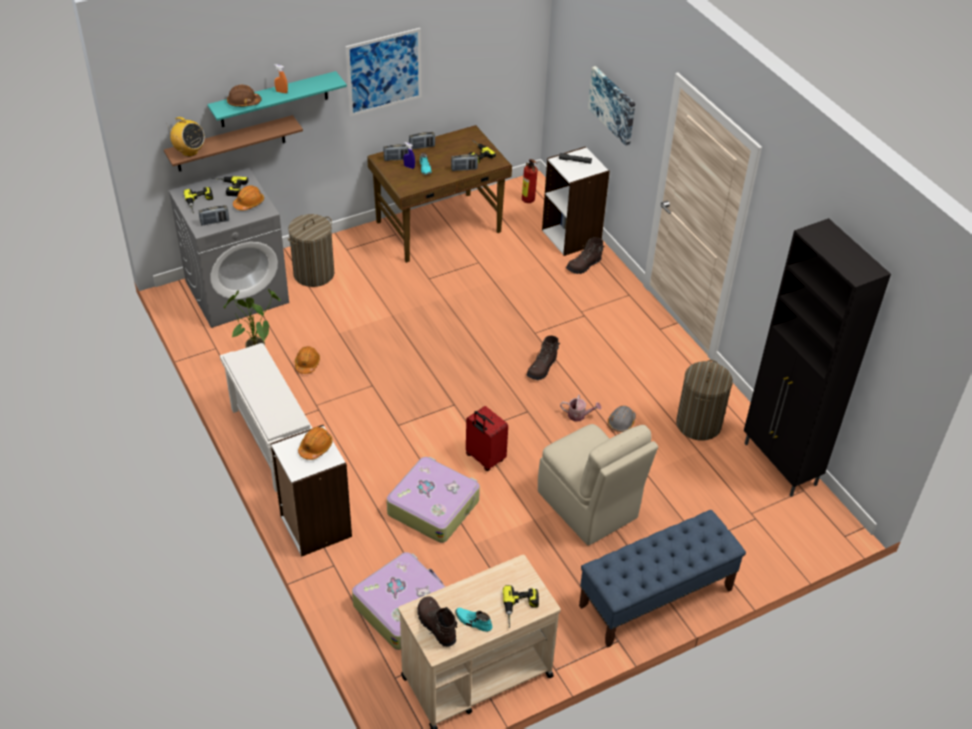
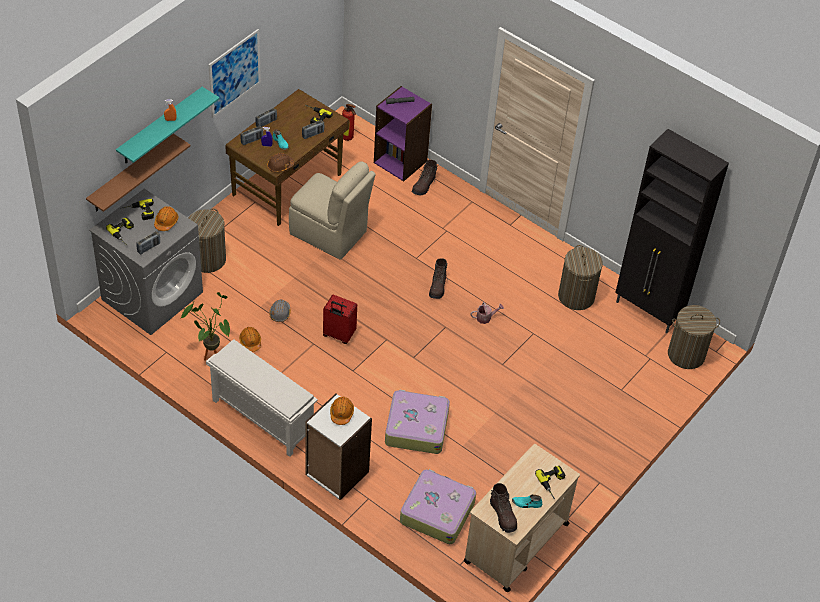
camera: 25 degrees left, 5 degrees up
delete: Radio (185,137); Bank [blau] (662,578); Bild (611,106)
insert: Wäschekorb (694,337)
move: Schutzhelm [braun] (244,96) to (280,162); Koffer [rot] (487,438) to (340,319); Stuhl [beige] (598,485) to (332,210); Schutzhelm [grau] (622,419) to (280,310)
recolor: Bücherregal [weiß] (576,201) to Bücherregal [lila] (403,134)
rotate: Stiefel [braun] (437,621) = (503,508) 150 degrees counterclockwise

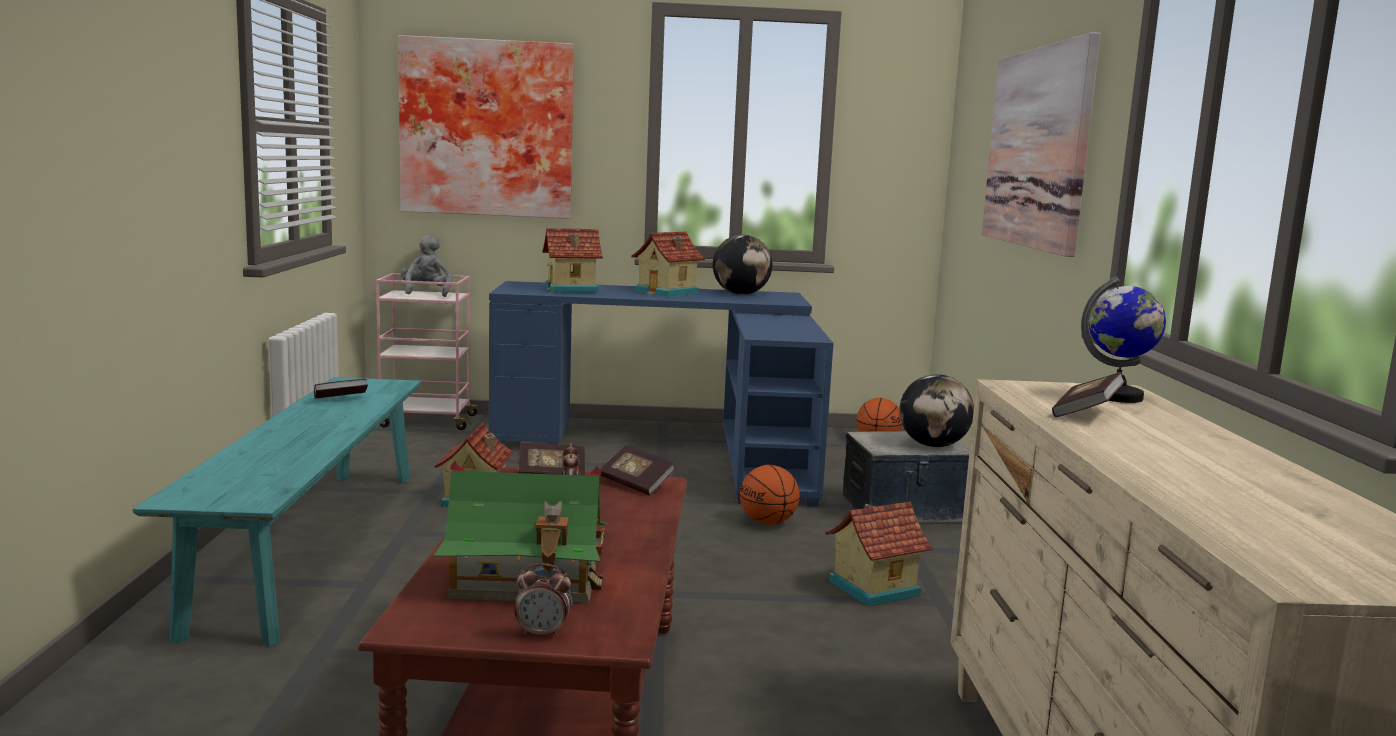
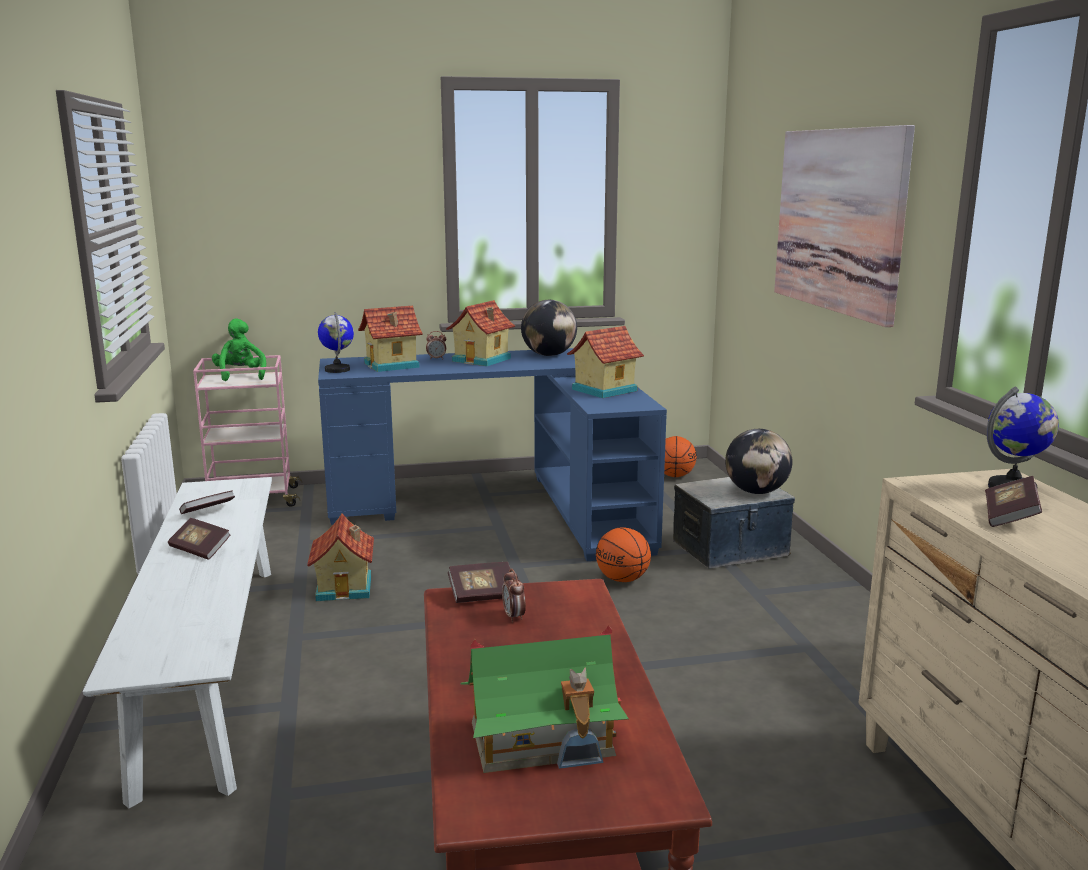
camera: 10 degrees left, 5 degrees up
delete: Bild (486,127)
insert: Globus (336,342)
move: Wecker (543,600) to (436,345); Buch (637,470) to (199,539); Spielzeughaus (879,553) to (605,362)
recolor: Bank [türkis] (277,512) to Bank [weiß] (177,642); Plüschtier [grau] (426,266) to Plüschtier [grün] (239,349)

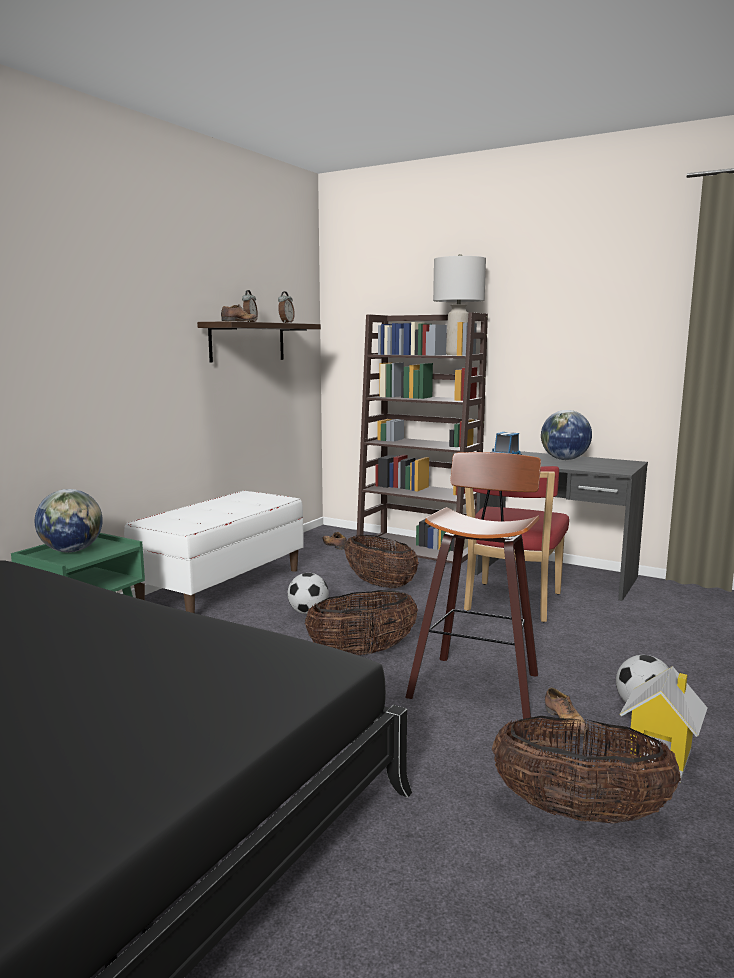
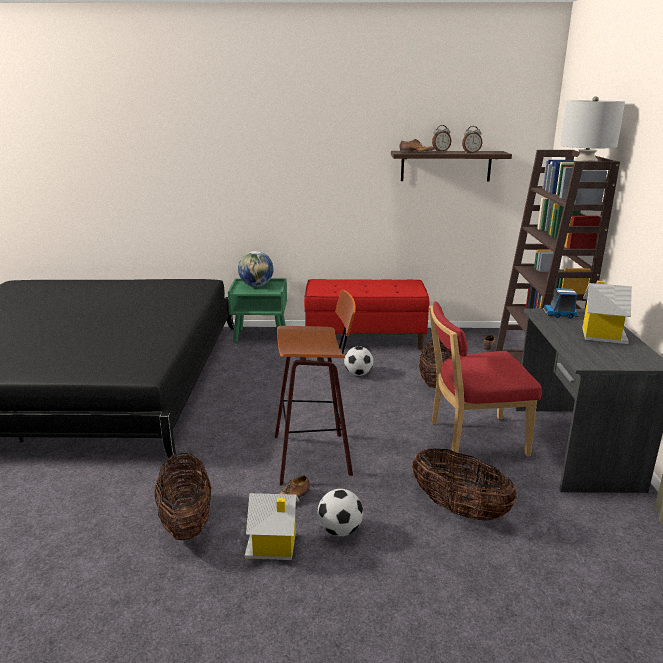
camera: 60 degrees right, 10 degrees up
move: Korb (361,622) to (464,484)
replace: Globus (566,435) to Spielzeughaus (607,312)
recolor: Bank [weiß] (214,552) to Bank [rot] (367,314)

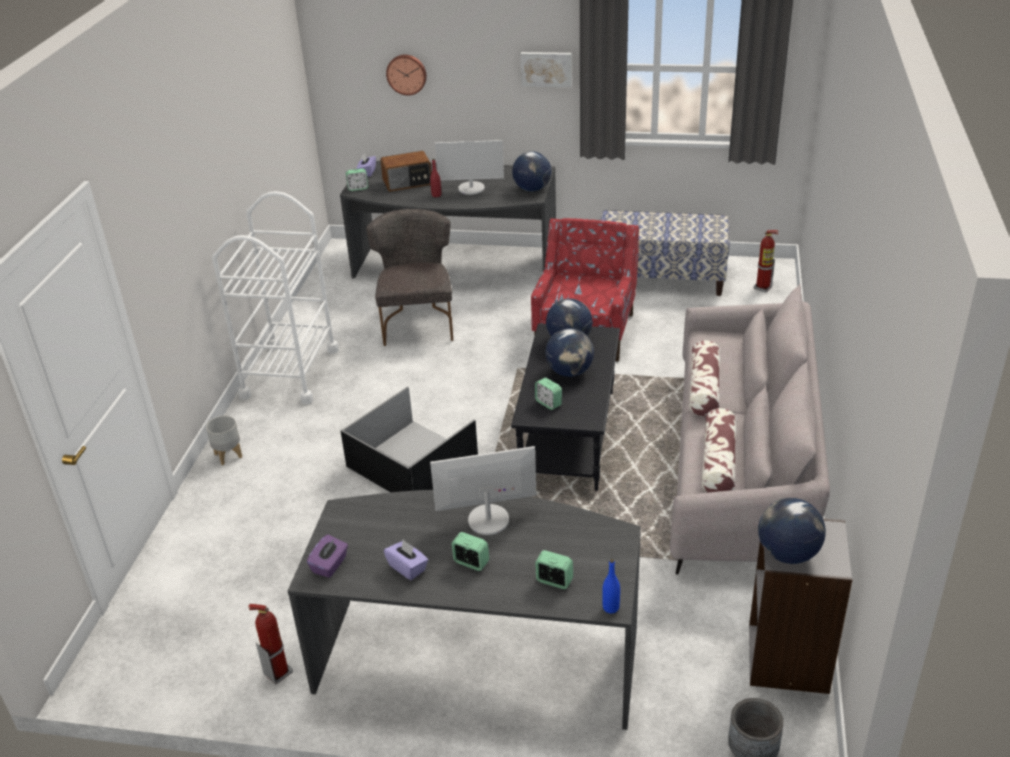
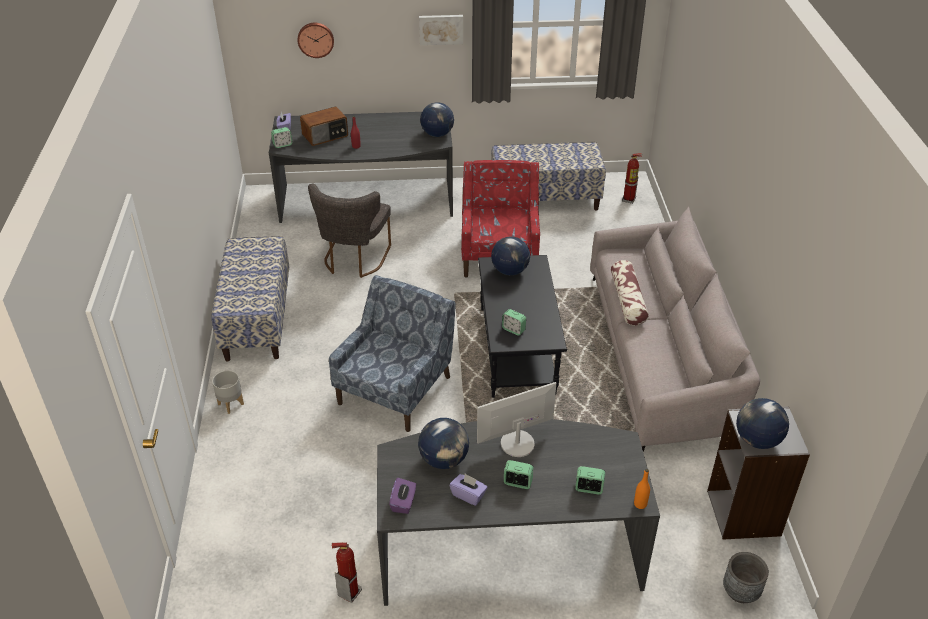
camera: 15 degrees left, 5 degrees up
delete: Monitor (469,167); Kissen (719,450)
move: Globus (569,352) to (443,443)
replace: Rollwagen [weiß] (275,297) to Bank (250,298); Aufbewahrungsbox [schwarz] (409,440) to Sessel [blau] (392,353)
recolor: Flasche [blau] (611,586) to Flasche [orange] (642,489)
rotate: Stuhl [grau] (409,277) = (349,231) 150 degrees counterclockwise

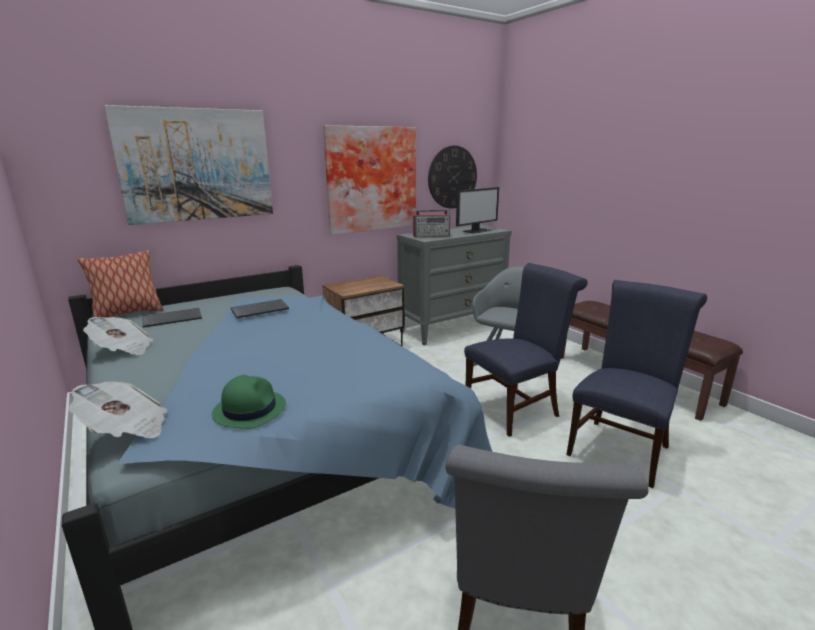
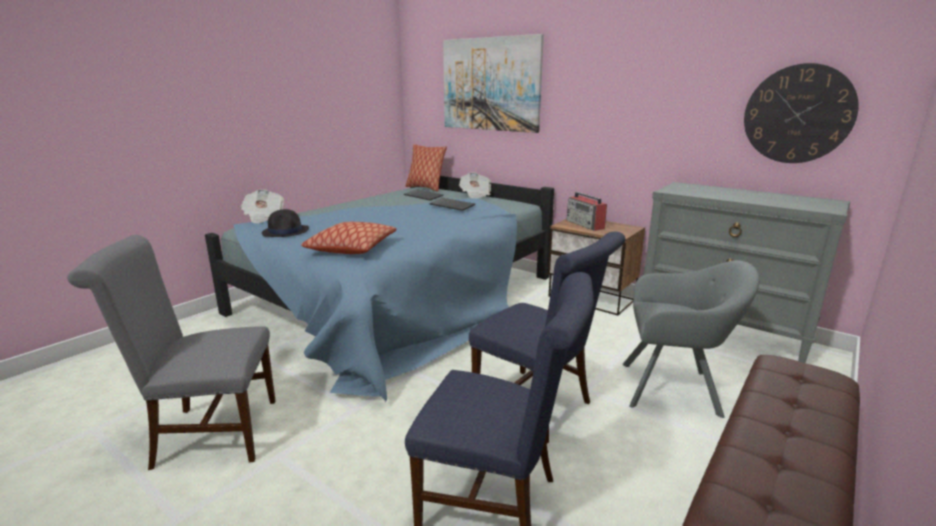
camera: 70 degrees right, 0 degrees up
delete: Bild (369,180); Monitor (477,210)
insert: Kissen (349,238)
move: Zeitung (118,336) to (475,185); Radio (431,223) to (587,211)
recolor: Hut [grün] (249,402) to Hut [schwarz] (285,223)

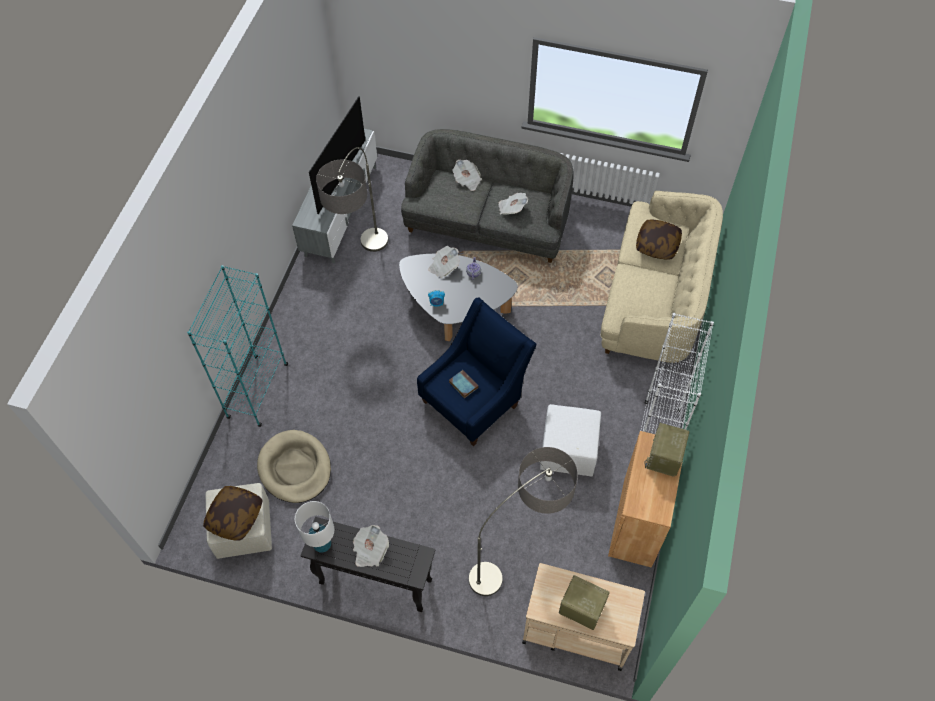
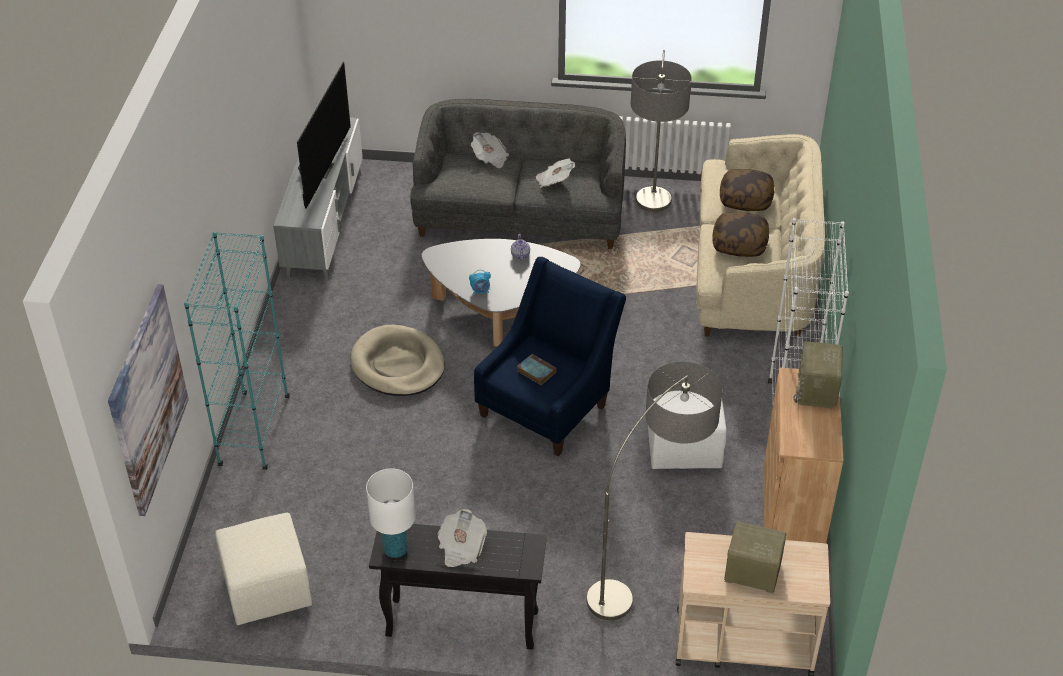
camera: 10 degrees left, 15 degrees down
delete: Zeitung (444,262)
insert: Bild (148,400)
move: Kissen (233,513) to (740,234); Hundebett [beige] (294,466) to (397,360); Stehlampe (352,199) to (661,131)

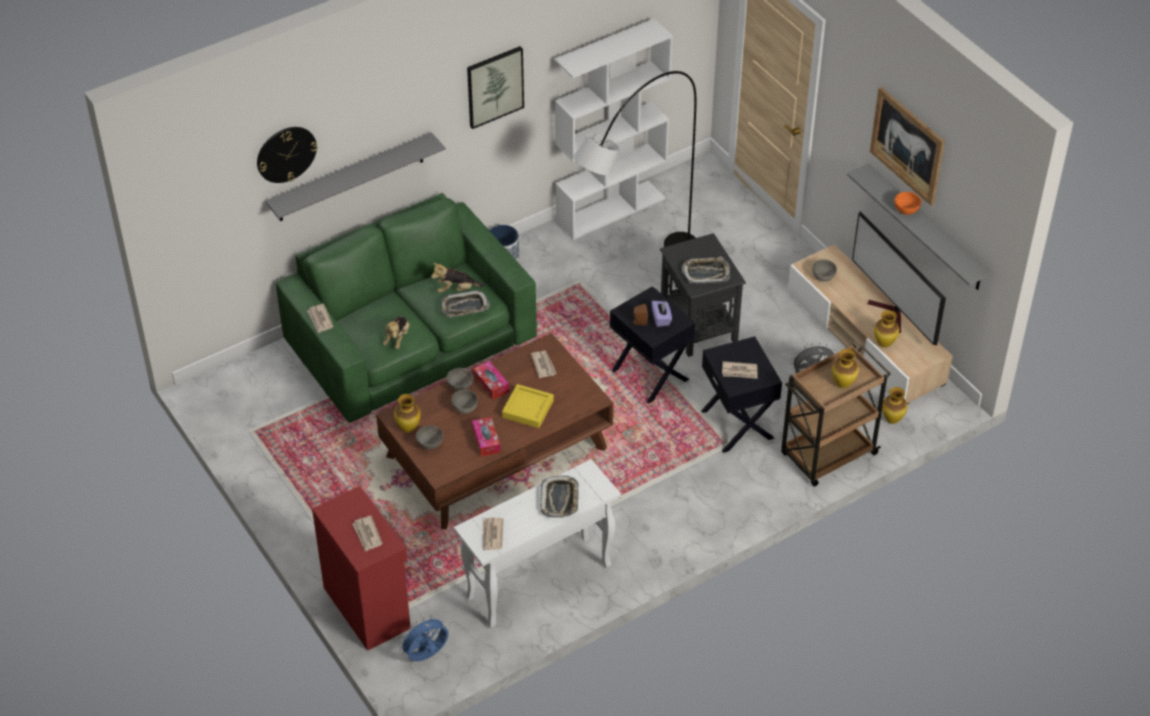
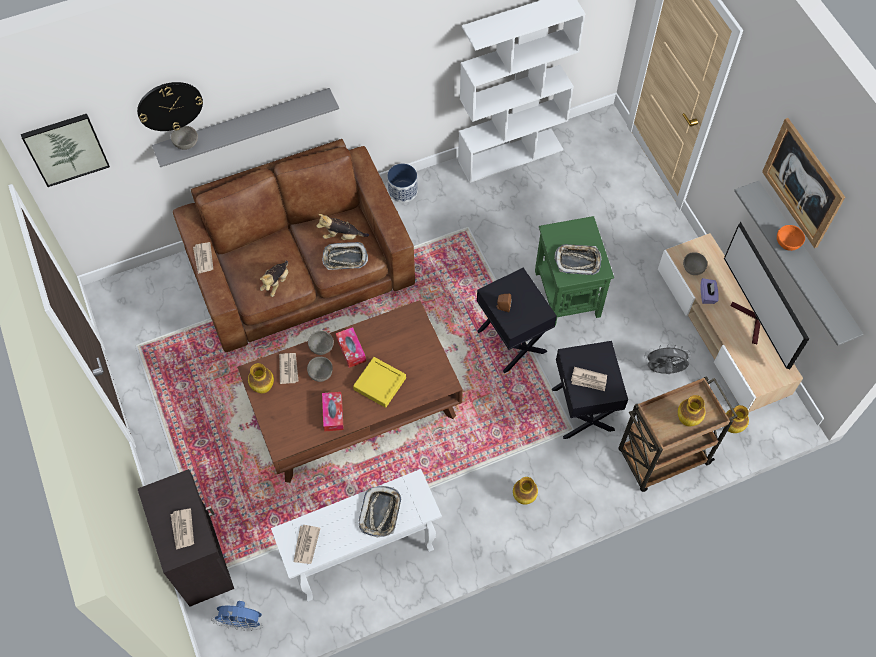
camera: 10 degrees right, 15 degrees up
delete: Stehlampe [grau] (634,159)
move: Schüssel [grau] (429,437) to (184,138); Bild (495,87) to (65,150); Zeitung (544,364) to (289,368); Taschentuchbox [lila] (661,314) to (710,291); Vase (886,329) to (525,490)
recolor: Sofa [grün] (406,308) to Sofa [braun] (294,245); Schrank [rot] (361,568) to Schrank [schwarz] (186,537); Beistelltisch [schwarz] (703,295) to Beistelltisch [grün] (574,271)
rotate: Ventilator [blau] (424,639) = (237,616) 150 degrees counterclockwise

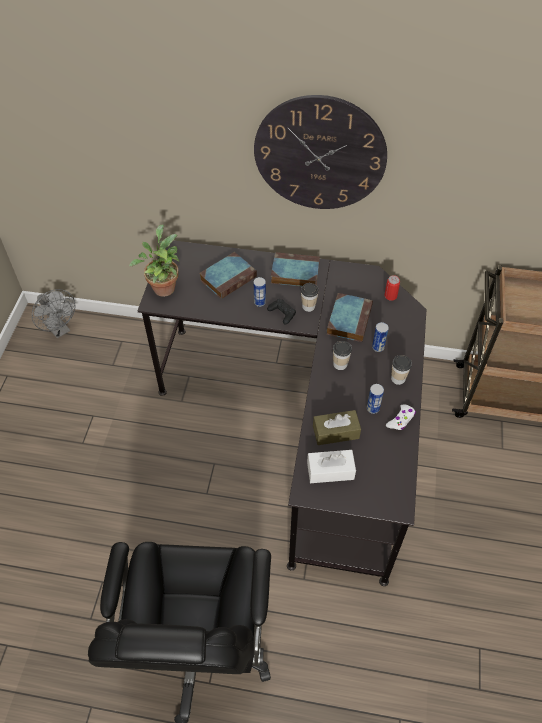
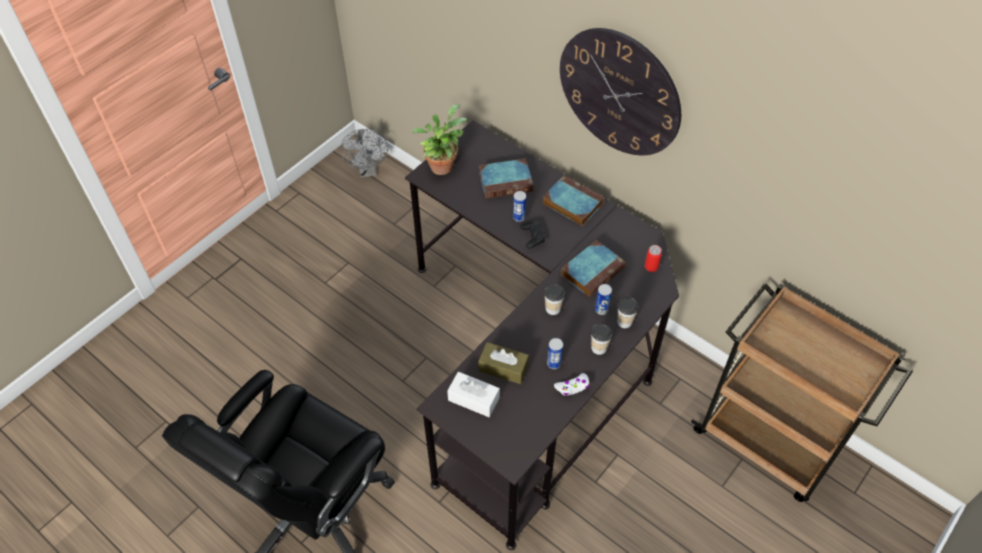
camera: 30 degrees right, 0 degrees up
move: Tasse (310,297) to (627,312)

